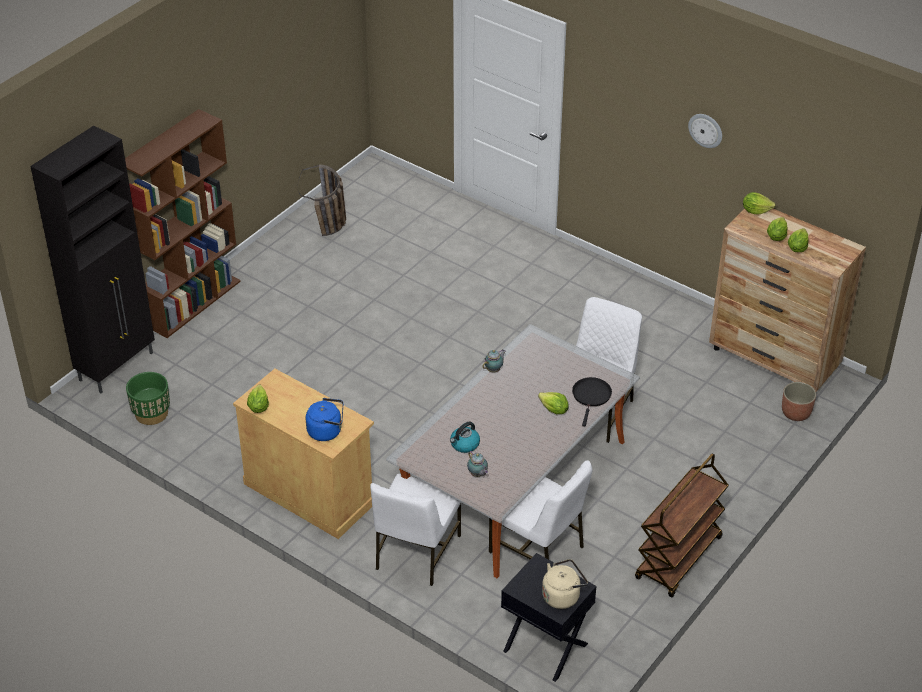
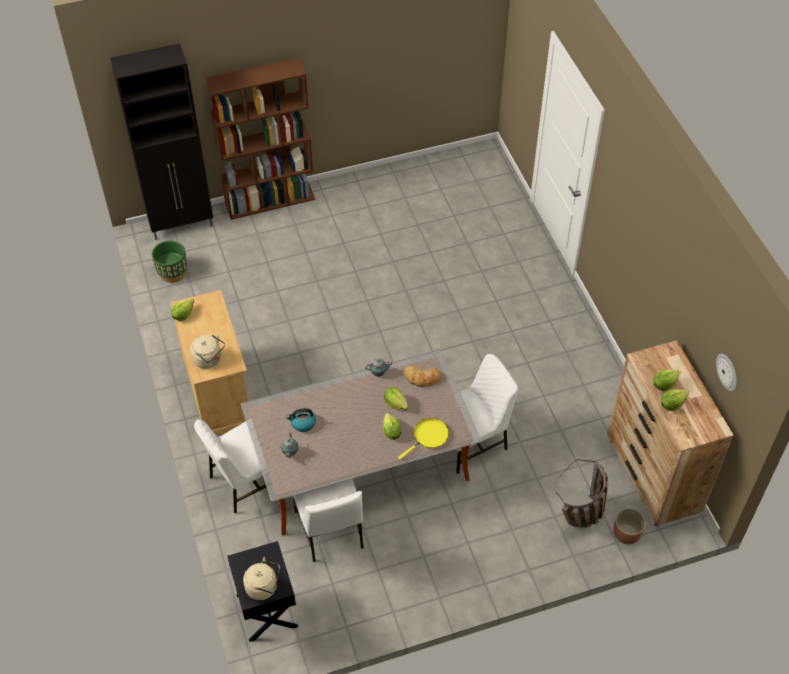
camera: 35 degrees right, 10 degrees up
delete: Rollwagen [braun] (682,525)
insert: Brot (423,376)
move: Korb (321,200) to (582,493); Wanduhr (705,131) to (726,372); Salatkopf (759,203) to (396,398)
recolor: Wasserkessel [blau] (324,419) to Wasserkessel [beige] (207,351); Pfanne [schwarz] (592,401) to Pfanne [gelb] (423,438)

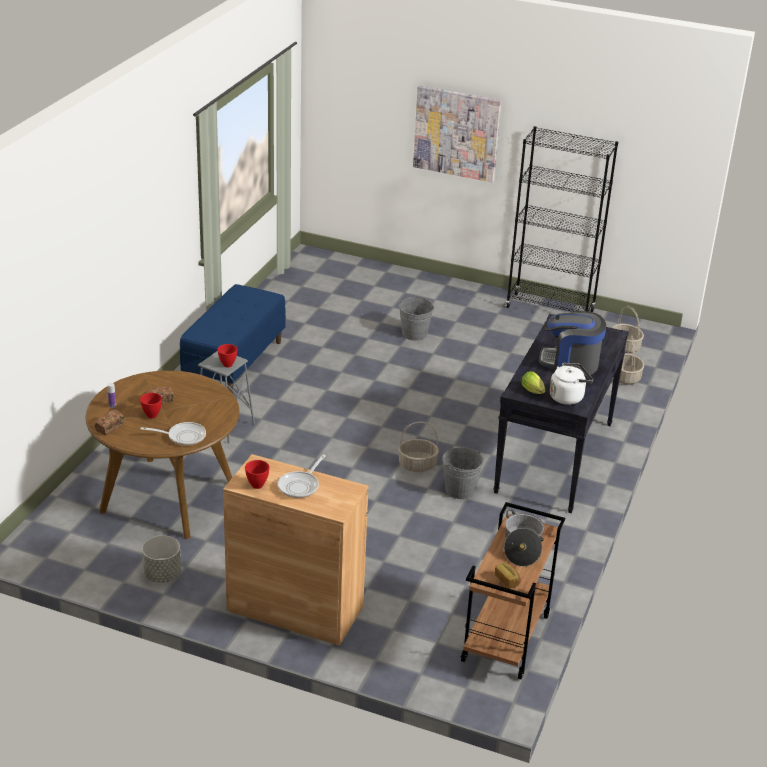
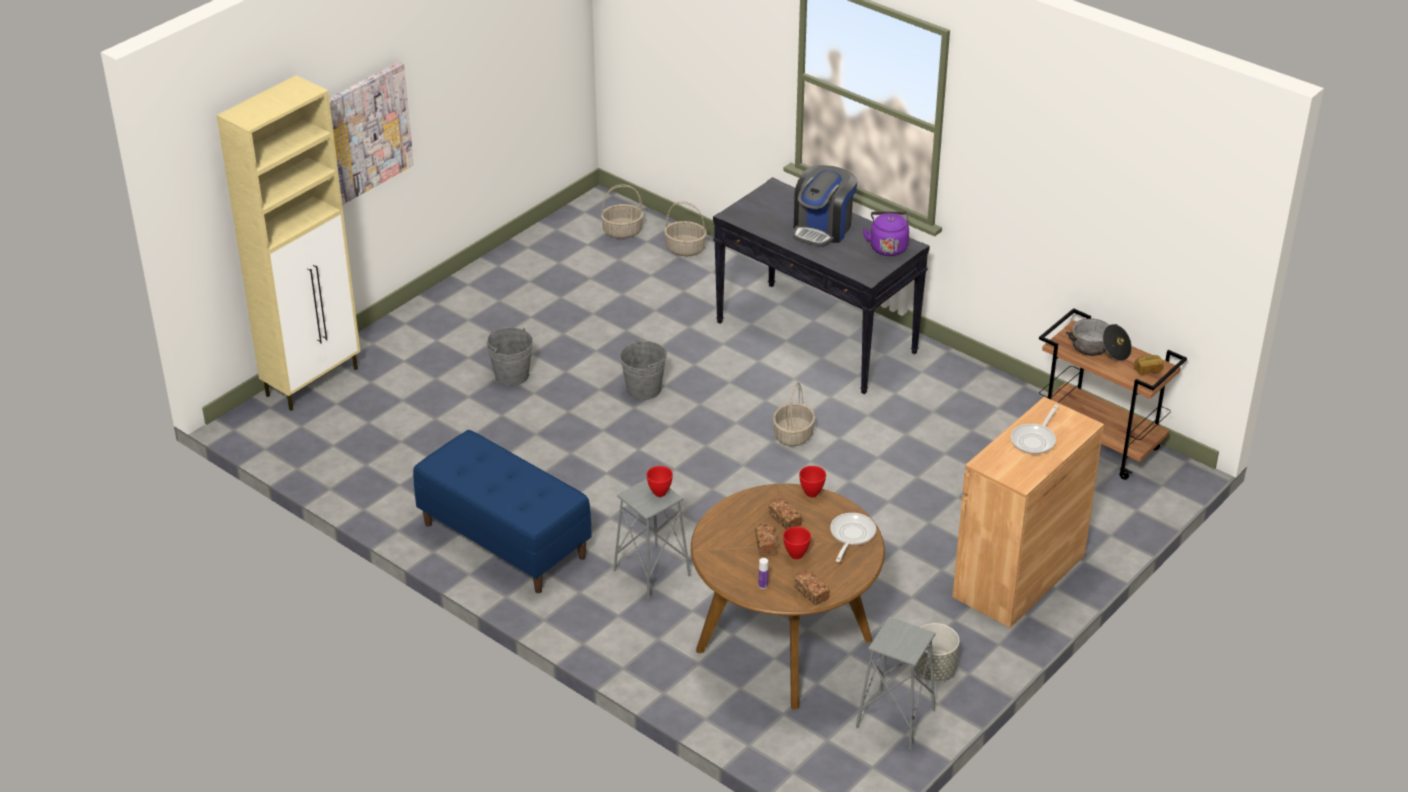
camera: 70 degrees left, 5 degrees up
delete: Bücherregal [schwarz] (562,219); Salatkopf (533,382)
insert: Schrank [beige] (288,243); Brot (785,514); Hocker [grau] (896,682)
move: Schüssel [rot] (257,474) to (812,481); Eimer [grau] (463,473) to (643,370)
recolor: Wasserkessel [weiß] (571,384) to Wasserkessel [lila] (885,233)
rotate: Pfanne (302,476) = (1035,429) 75 degrees clockwise

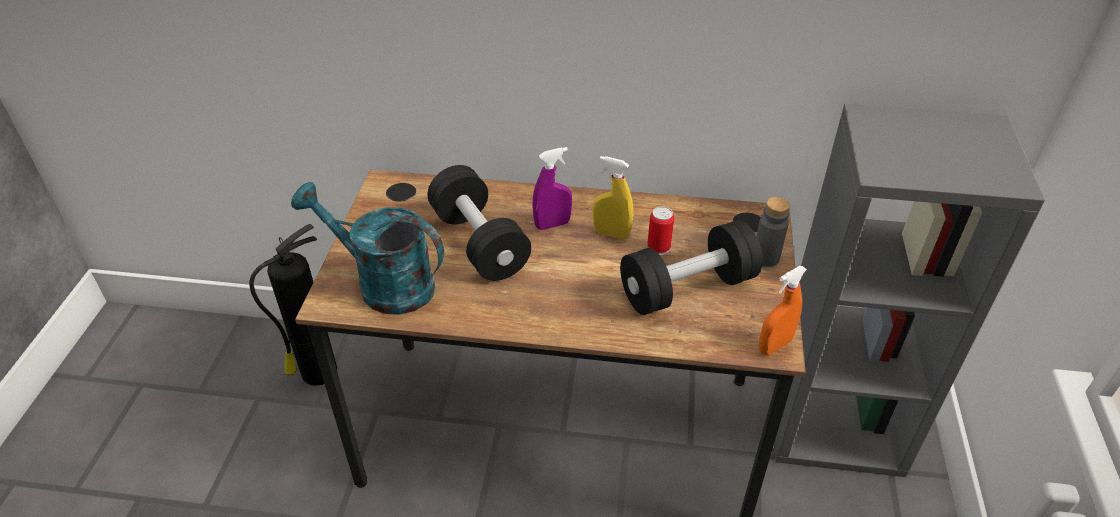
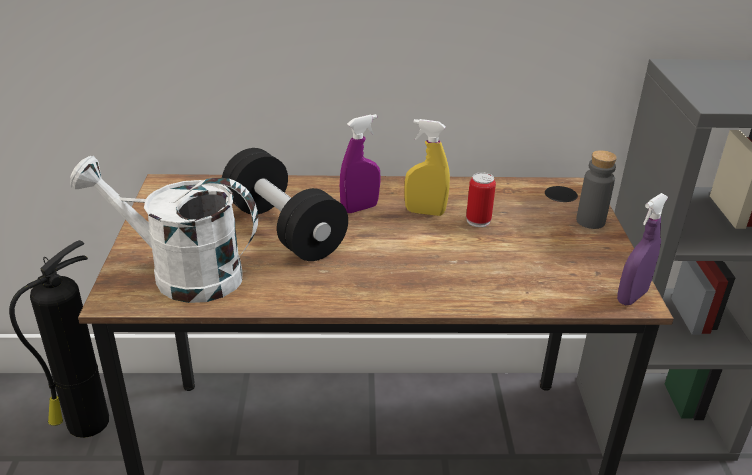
camera: 10 degrees left, 10 degrees down
delete: Hantel [schwarz] (691,267)
recolor: Gießkanne [türkis] (367,248) to Gießkanne [weiß] (164,229); Sprühflasche [orange] (783,310) to Sprühflasche [lila] (642,249)

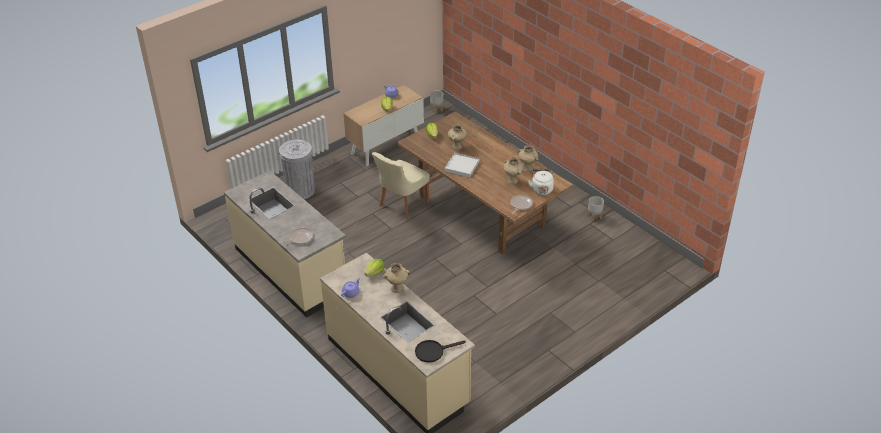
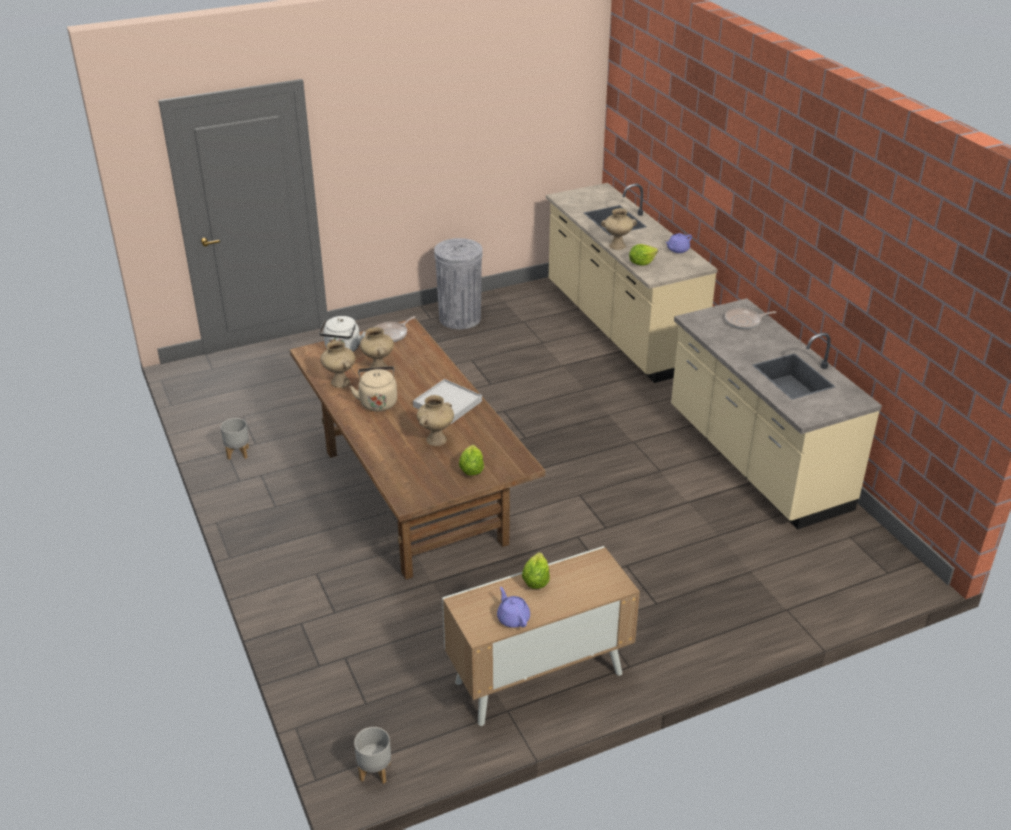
camera: 165 degrees left, 5 degrees down
delete: Stuhl [beige] (401,185); Pfanne [schwarz] (440,351)
insert: Wasserkessel [beige] (373,388)
move: Mülleimer [grau] (297,169) to (458,283)

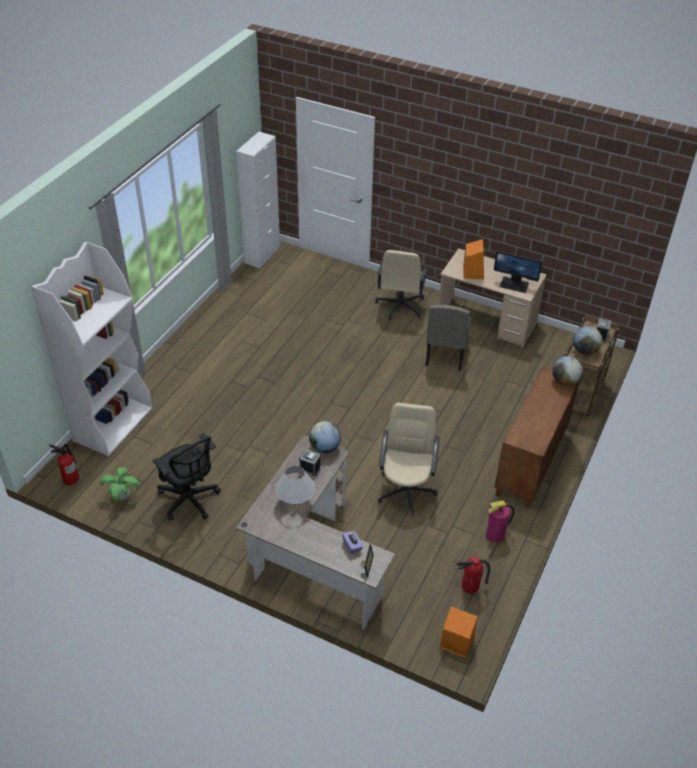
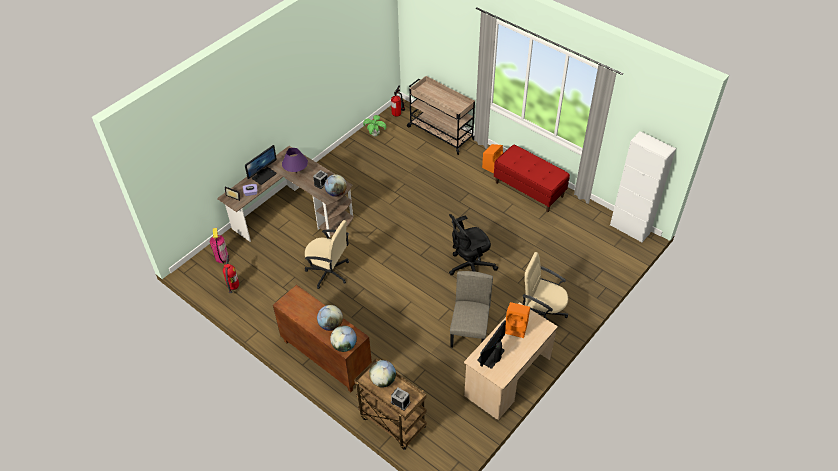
camera: 105 degrees right, 5 degrees up
insert: Monitor (261,165); Globus (330,318); Bank [rot] (532,178)
move: Bürostuhl [schwarz] (187,477) to (473,244); Lautsprecher [orange] (459,632) to (492,158); Feuerlöscher (500,521) to (219,246)
replace: Bücherregal [weiß] (91,349) to Rollwagen [beige] (441,115)
recolor: Tischlampe [weiß] (295,485) to Tischlampe [lila] (295,160)
rotate: Stuhl [beige] (448,338) = (471,309) 75 degrees clockwise

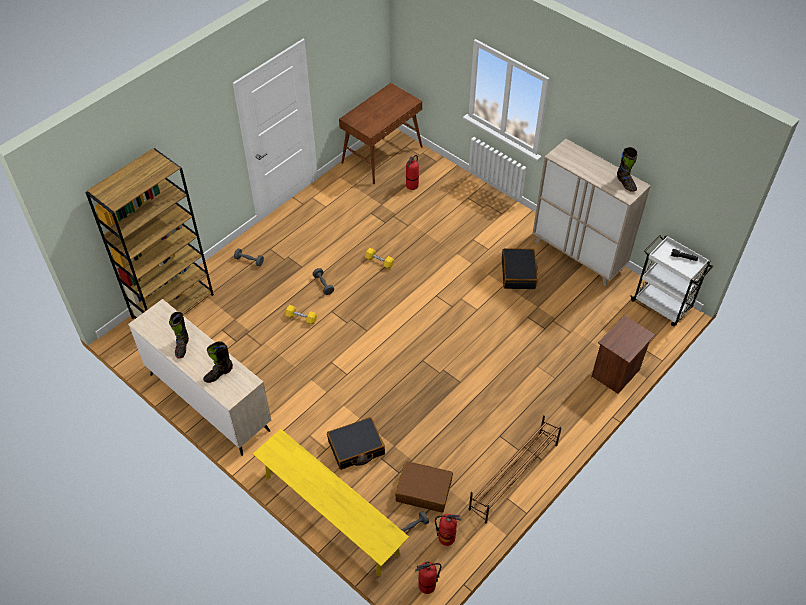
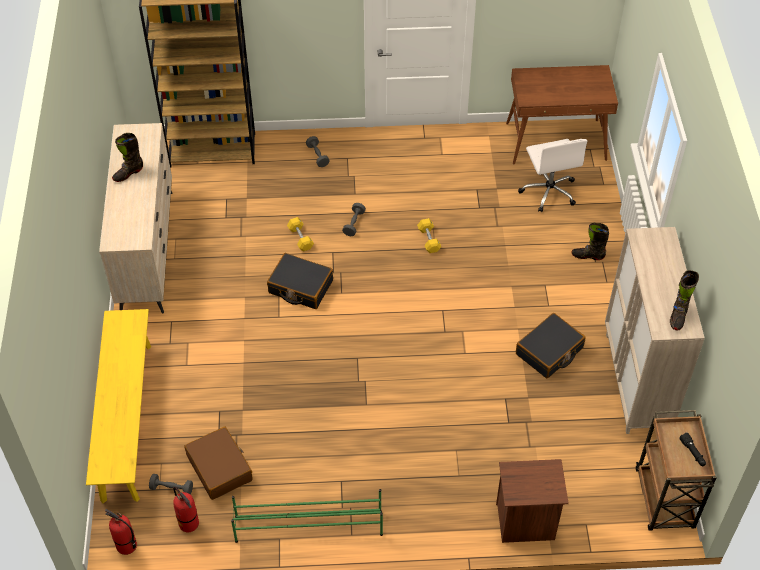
camera: 45 degrees right, 0 degrees up
move: Stiefel [schwarz] (218,362) to (590,241); Koffer [schwarz] (356,443) to (300,281)
replace: Feuerlöscher (412,172) to Bürostuhl [weiß] (553,175)
recolor: Schuhregal [braun] (515,469) to Schuhregal [grün] (307,516); Rollwagen [weiß] (671,280) to Rollwagen [braun] (676,470)

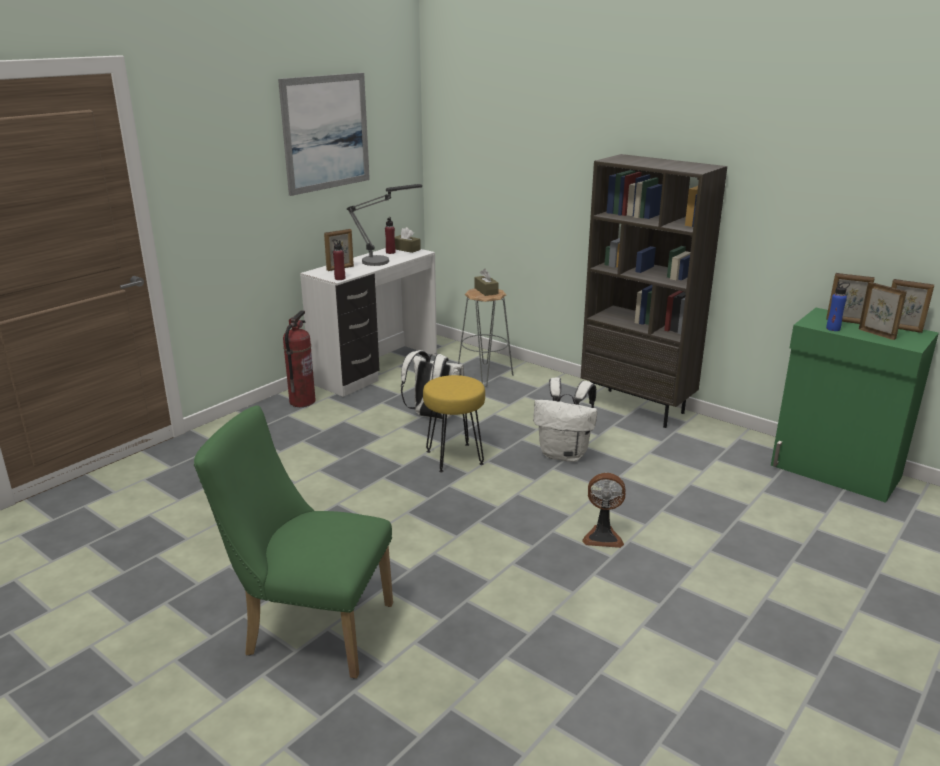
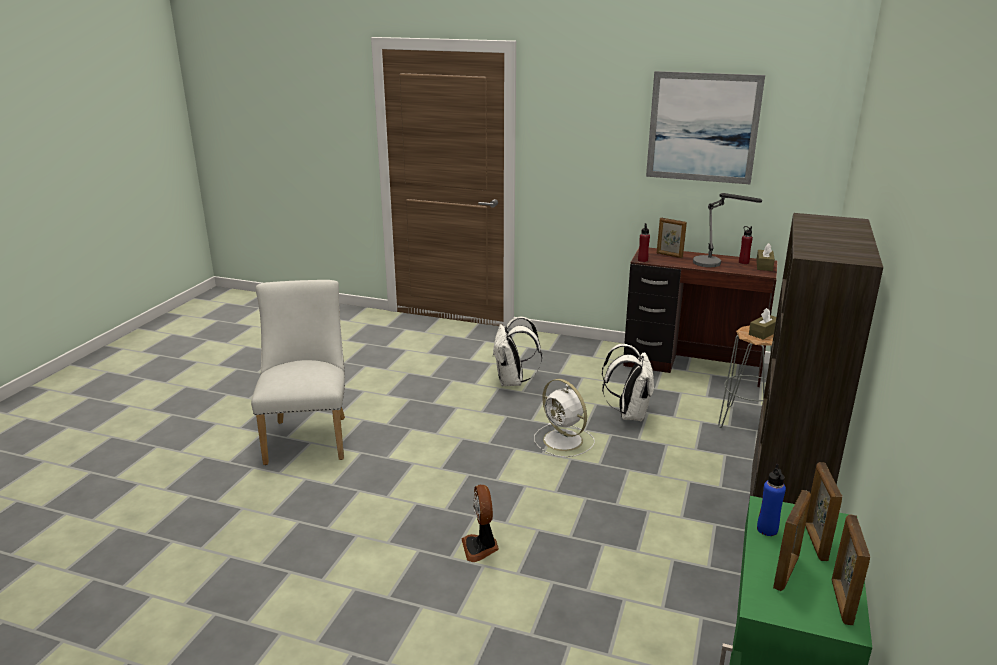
camera: 70 degrees right, 0 degrees up
delete: Feuerlöscher (299,358)
move: Rucksack [weiß] (565,419) to (517,351)
replace: Hocker [gelb] (454,424) to Ventilator [weiß] (564,418)
recolor: Stuhl [grün] (293,542) to Stuhl [weiß] (298,372); Schreibtisch [weiß] (368,322) to Schreibtisch [braun] (700,317)

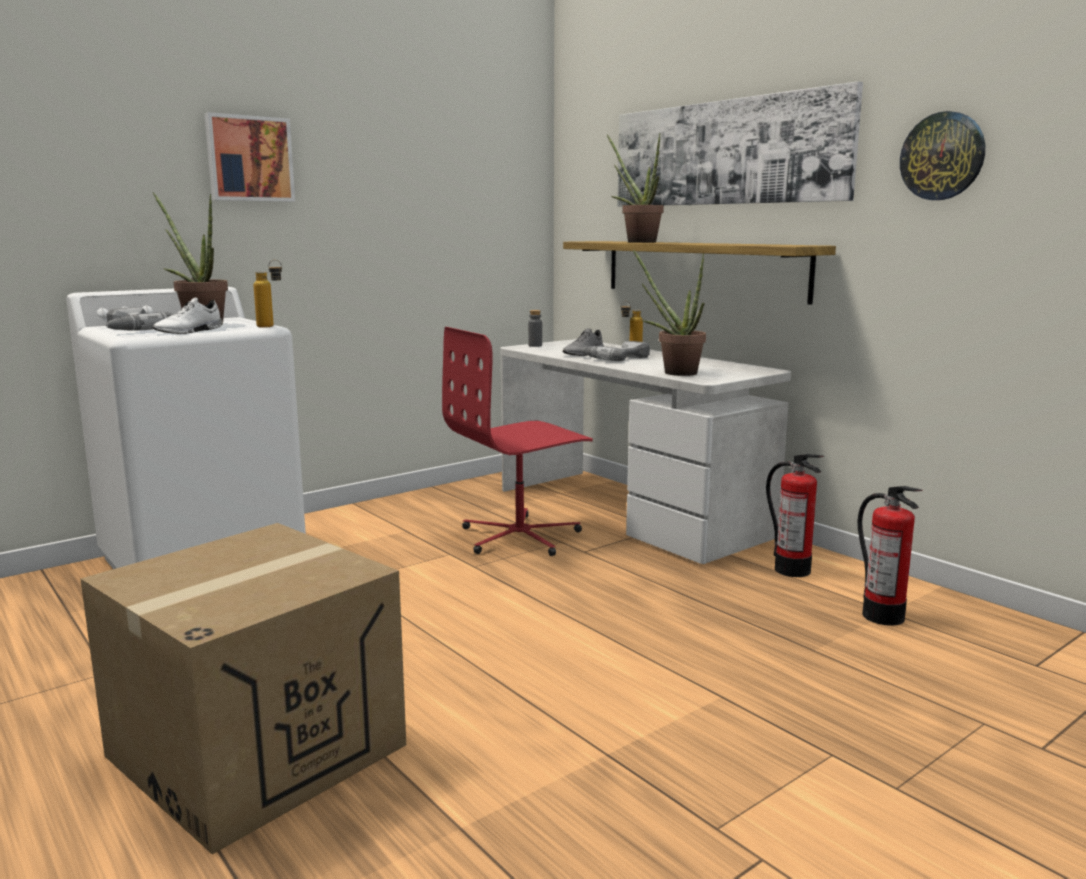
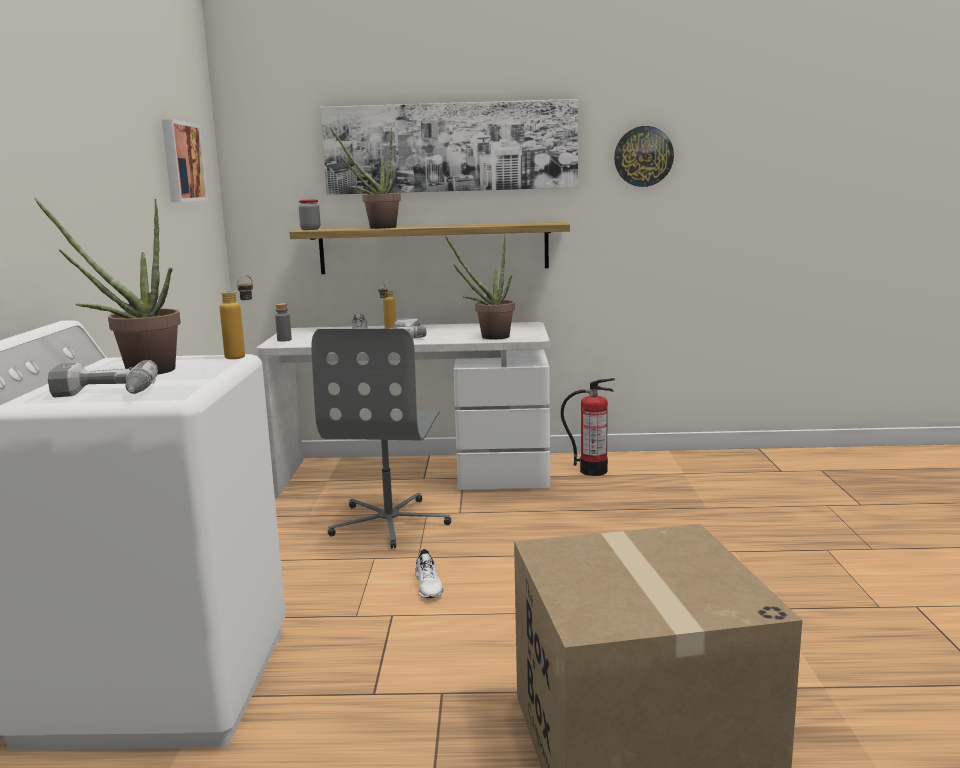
camera: 50 degrees left, 0 degrees up
delete: Feuerlöscher (890,556)
insert: Vorratsglas (309,214)
move: Schuh [weiß] (188,316) to (429,573); Bild (249,157) to (185,160)
recolor: Bürostuhl [rot] (517,441) to Bürostuhl [grau] (381,438)

